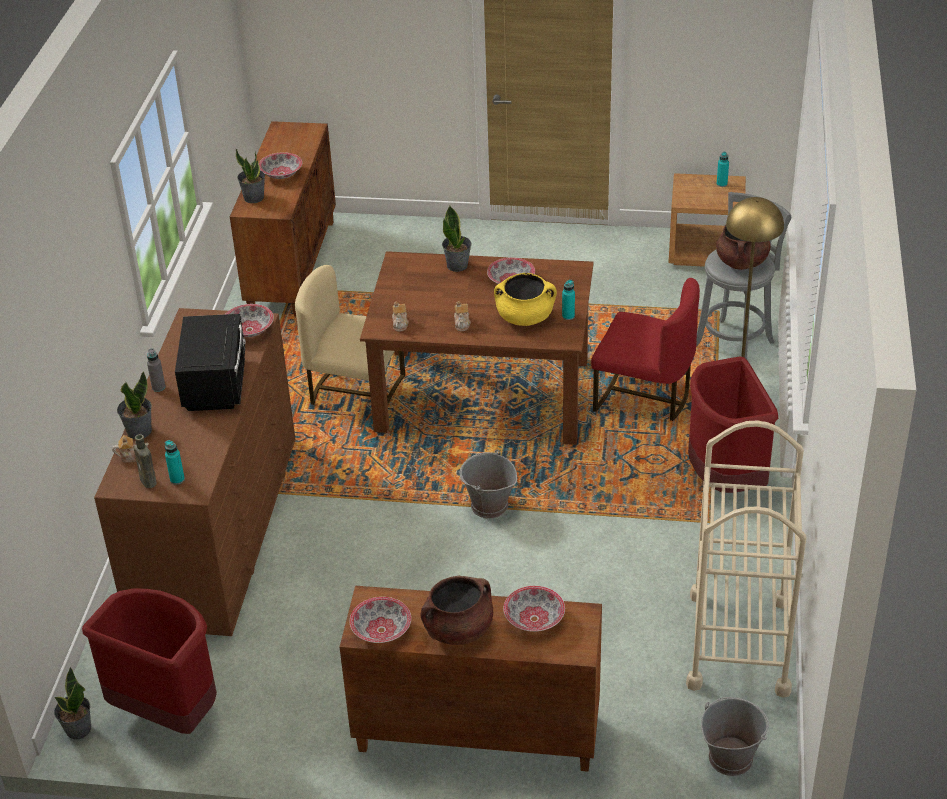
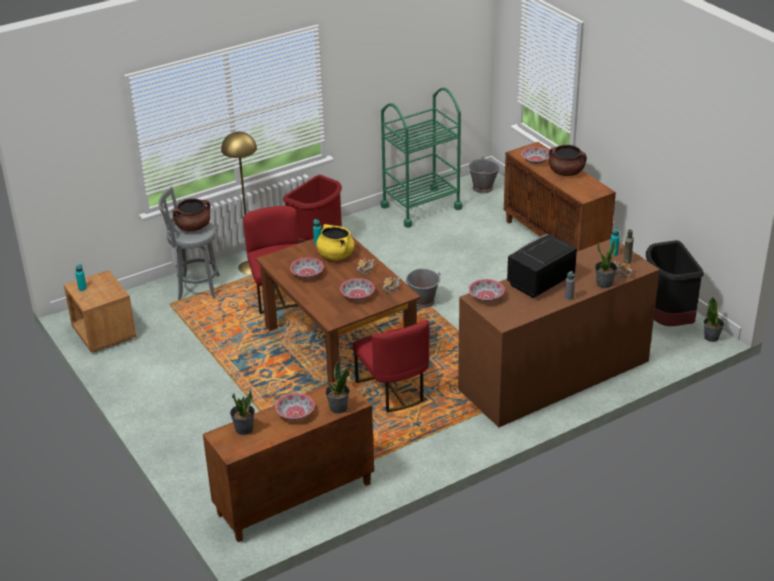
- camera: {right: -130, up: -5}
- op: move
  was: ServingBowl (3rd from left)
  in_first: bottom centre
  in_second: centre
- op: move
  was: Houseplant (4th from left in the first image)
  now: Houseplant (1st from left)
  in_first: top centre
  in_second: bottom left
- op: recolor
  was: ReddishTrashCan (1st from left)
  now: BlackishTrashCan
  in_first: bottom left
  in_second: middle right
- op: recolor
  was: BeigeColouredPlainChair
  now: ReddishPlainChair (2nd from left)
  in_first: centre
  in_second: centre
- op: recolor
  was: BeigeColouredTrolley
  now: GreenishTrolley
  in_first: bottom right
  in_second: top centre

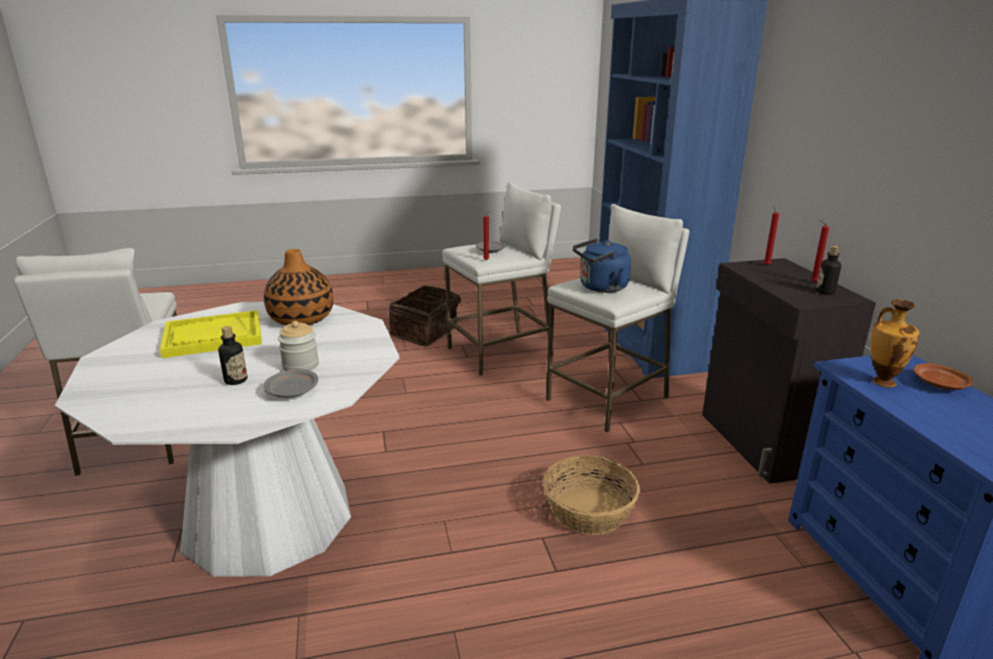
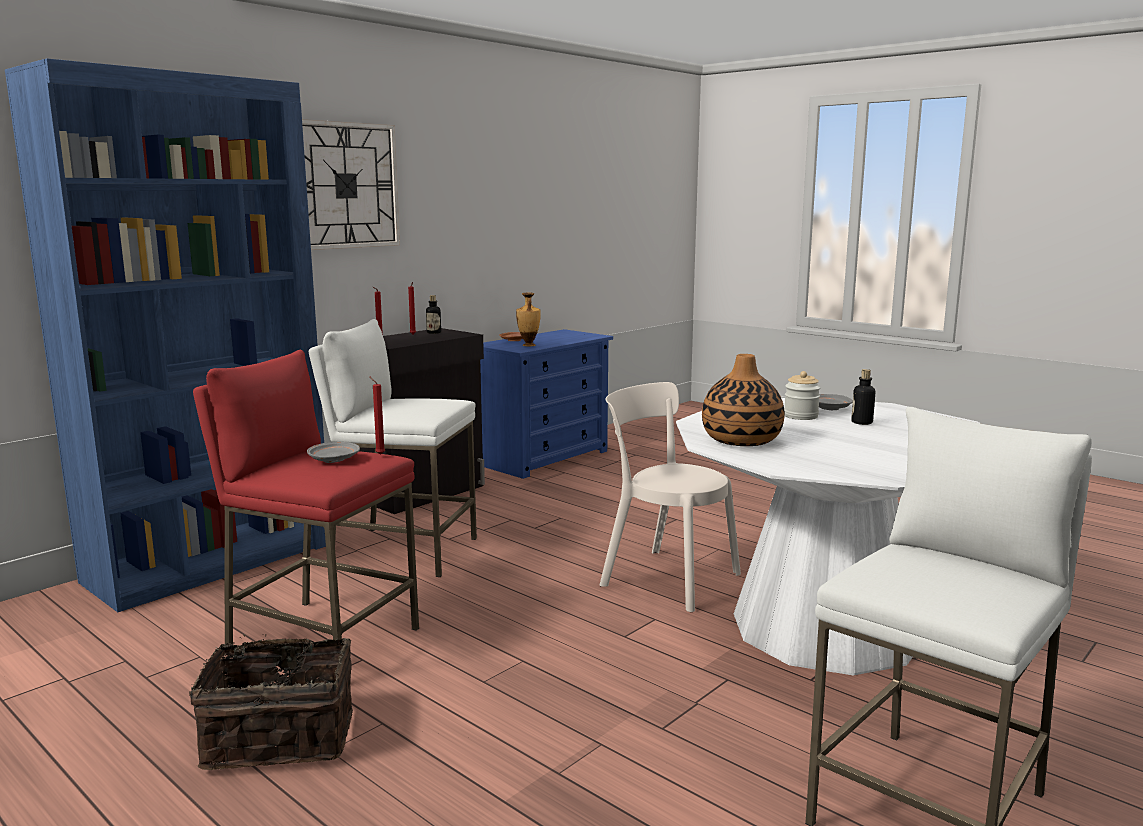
- camera: {right: -125, up: -10}
- op: delete
  was: YellowColouredTray
  in_first: middle left
- op: delete
  was: StorageBasket (2nd from left)
  in_first: bottom centre
- op: delete
  was: BluishTeaKettle
  in_first: centre
- op: insert
  now: WallClock
  in_second: top left
- op: insert
  now: BeigeColouredPlainChair
  in_second: centre
- op: recolor
  was: WhiteColouredStoolSeat (2nd from left)
  now: ReddishStoolSeat
  in_first: centre
  in_second: middle left

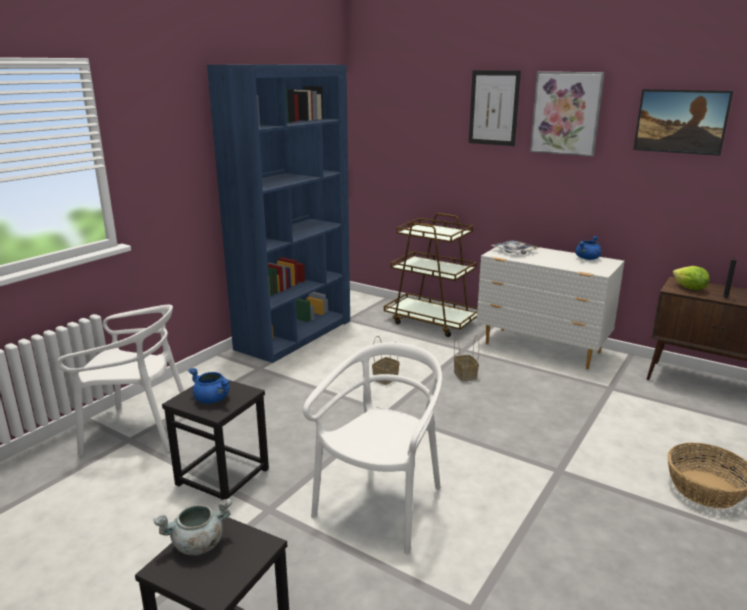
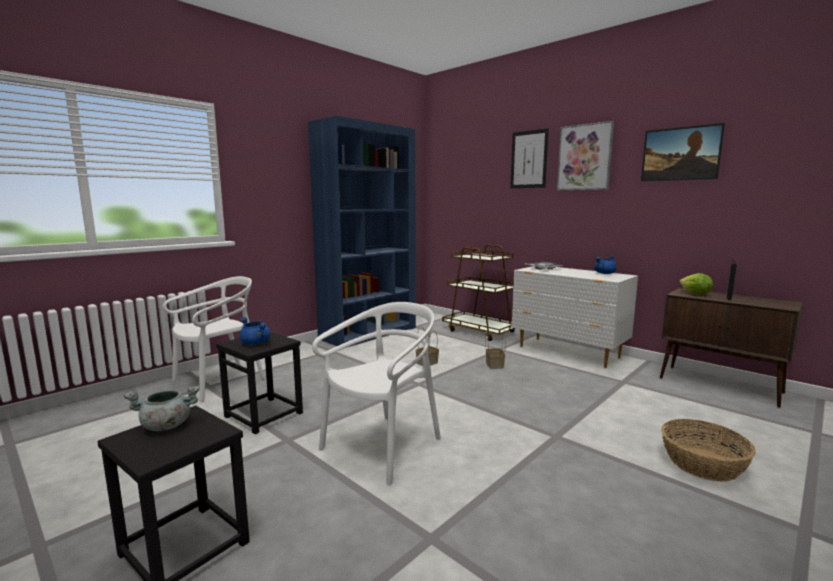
- camera: {right: 10, up: -10}
- op: rotate
  was: WhiteColouredPlainChair (1st from left)
  in_first: middle left
  in_second: middle left
  clockwise: -60

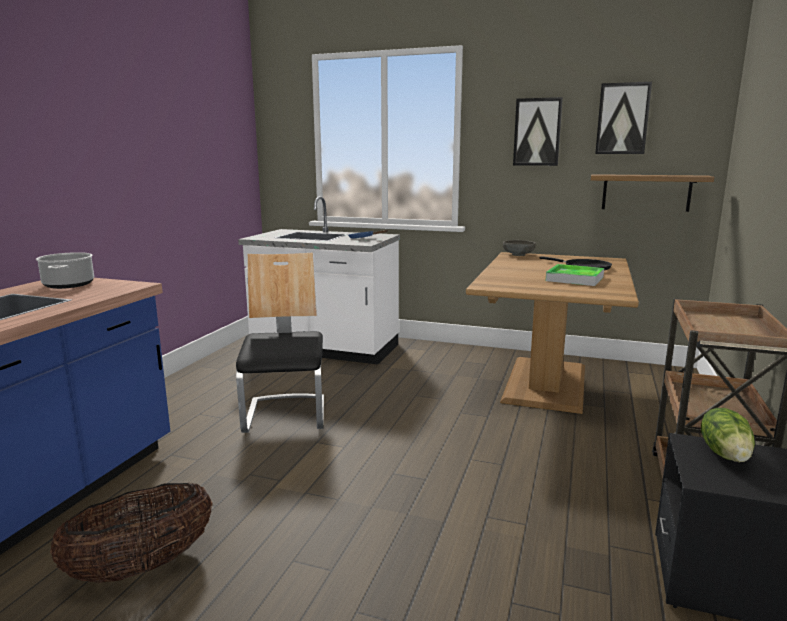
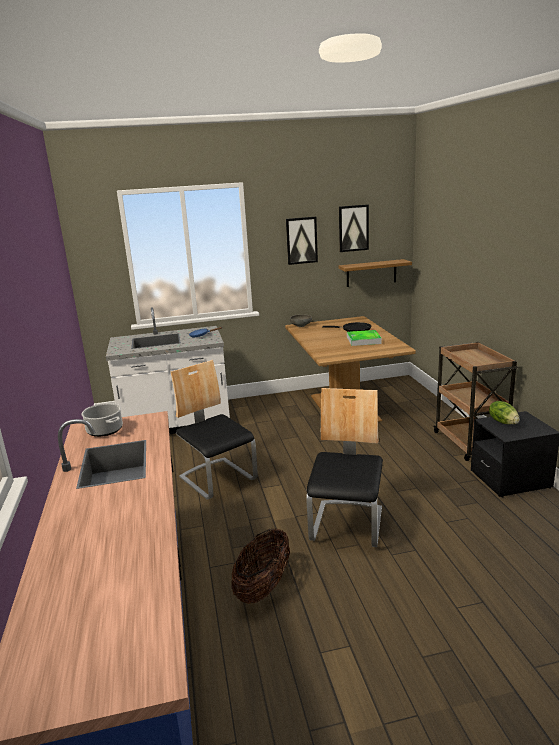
- camera: {right: -30, up: 5}
- op: insert
  now: PlainChair (2nd from left)
  in_second: centre

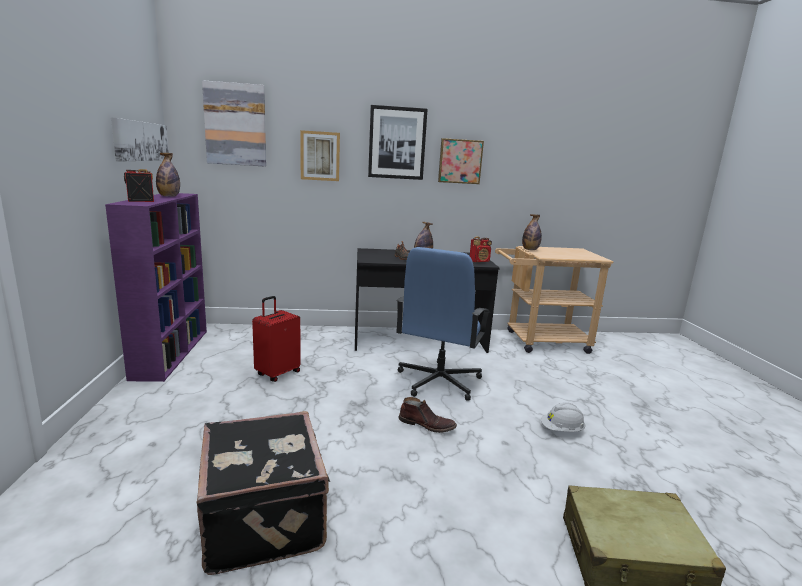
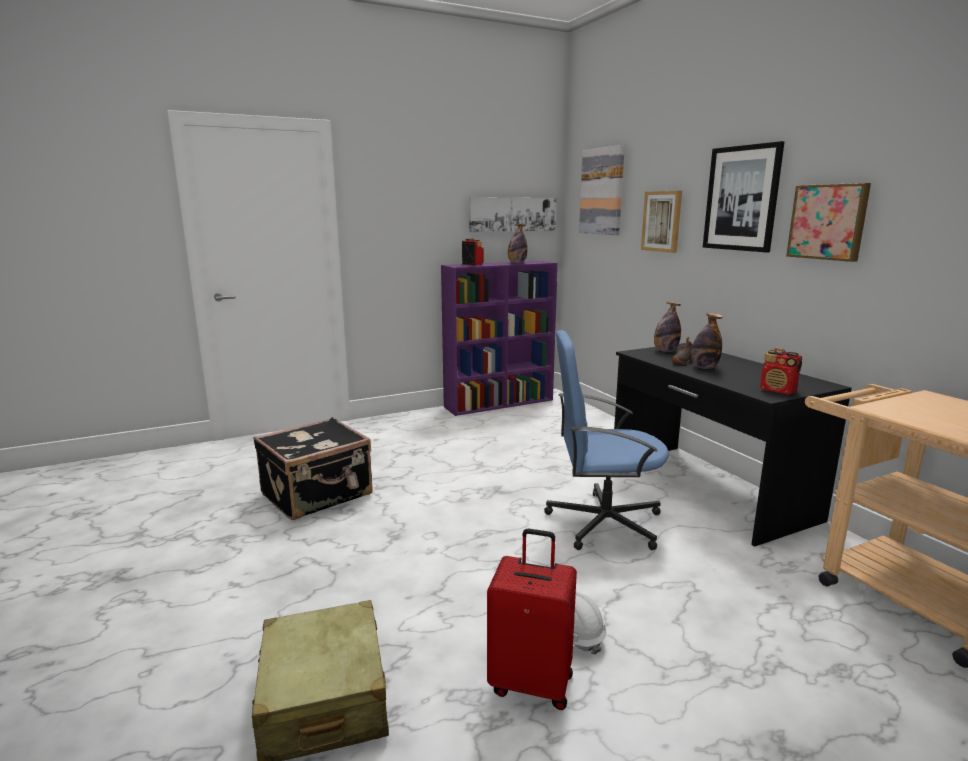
- camera: {right: 70, up: 0}
- op: delete
  was: BrownBoot
  in_first: bottom centre
- op: move
  was: ReddishPieceOfLuggage
  in_first: centre
  in_second: bottom centre
- op: move
  was: BeverageBottle (3rd from left in the first image)
  now: BeverageBottle (2nd from left)
  in_first: centre
  in_second: middle right

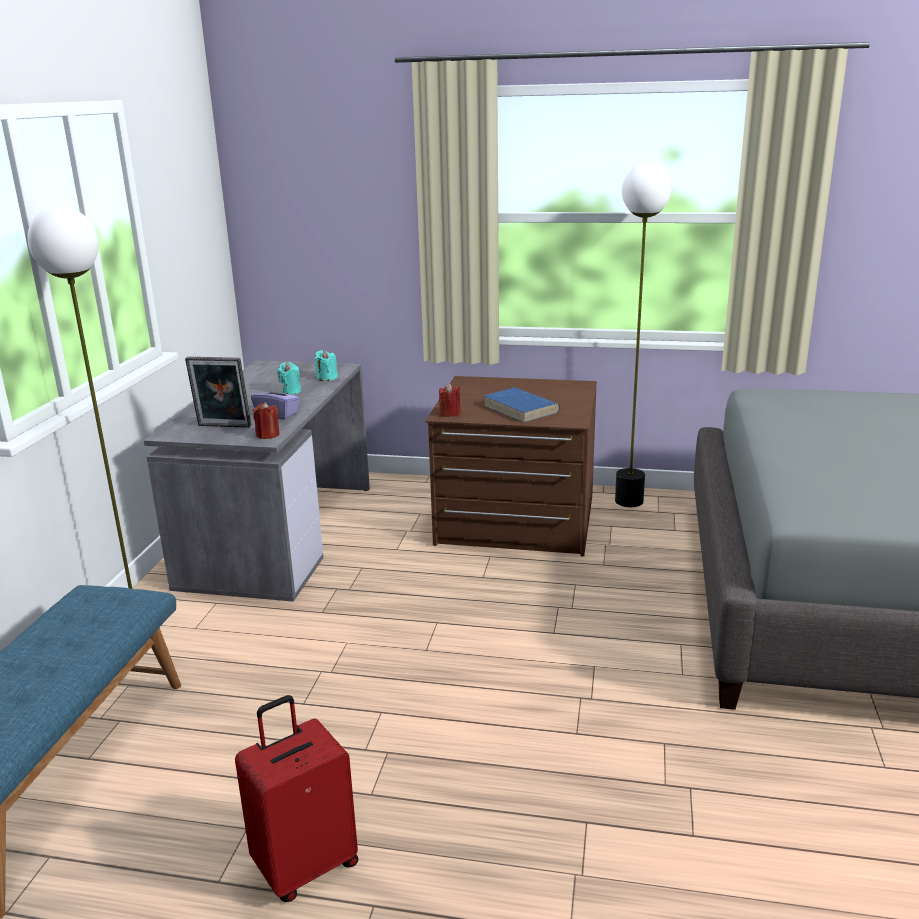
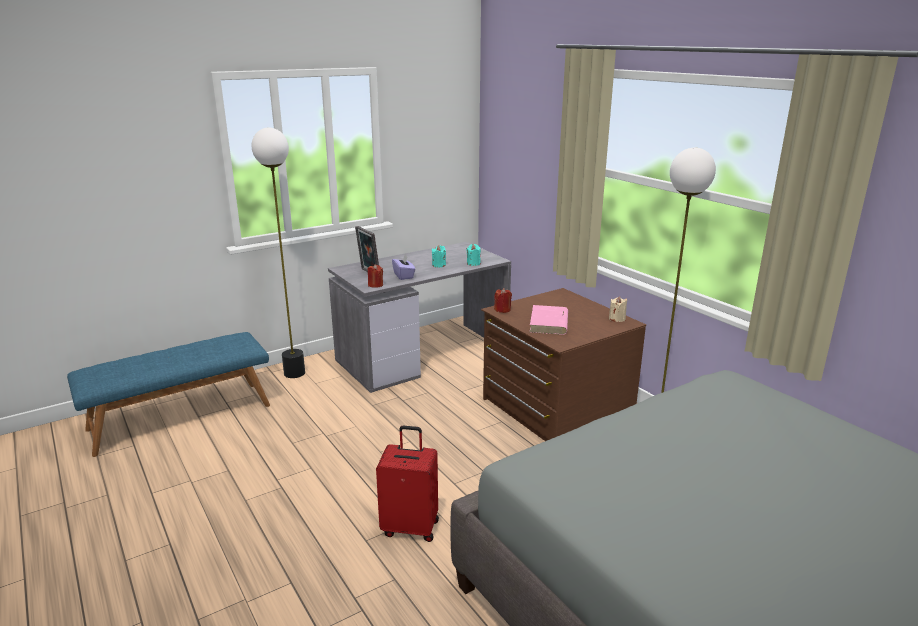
- camera: {right: 45, up: 0}
- op: insert
  now: BeigeColouredCandle
  in_second: middle right
- op: move
  was: ReddishPieceOfLuggage
  in_first: bottom left
  in_second: bottom centre
- op: recolor
  was: BluishVolume
  now: PinkishVolume
  in_first: centre
  in_second: centre

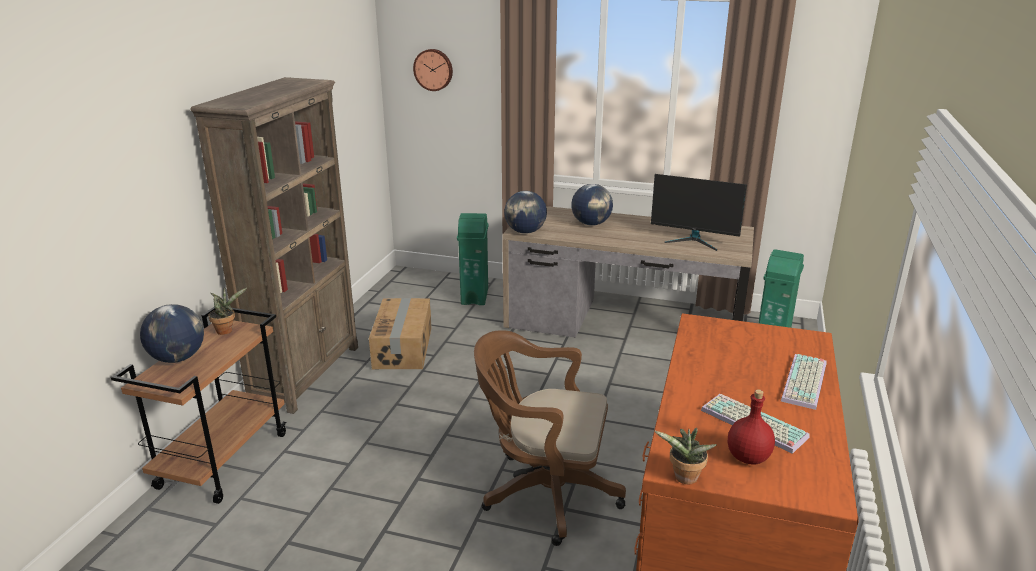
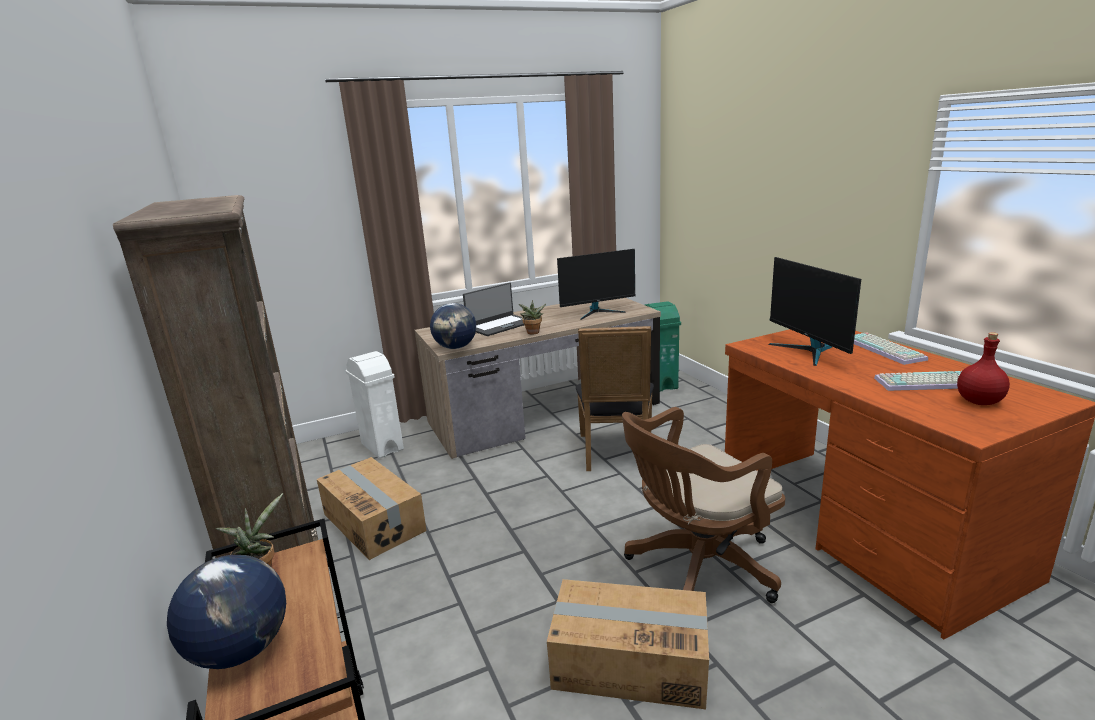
- camera: {right: -40, up: -5}
- op: delete
  was: WallClock
  in_first: top centre
- op: insert
  now: Carton (2nd from left)
  in_second: bottom centre
- op: insert
  now: BlackishPlainChair
  in_second: centre
- op: insert
  now: ComputerDisplay (2nd from left)
  in_second: middle right
- op: move
  was: Houseplant (2nd from left)
  in_first: bottom centre
  in_second: centre
- op: replace
  was: WorldGlobe (3rd from left)
  now: Laptop
  in_first: centre
  in_second: centre
- op: recolor
  was: GreenishTrashCan (1st from left)
  now: WhiteColouredTrashCan
  in_first: centre
  in_second: centre

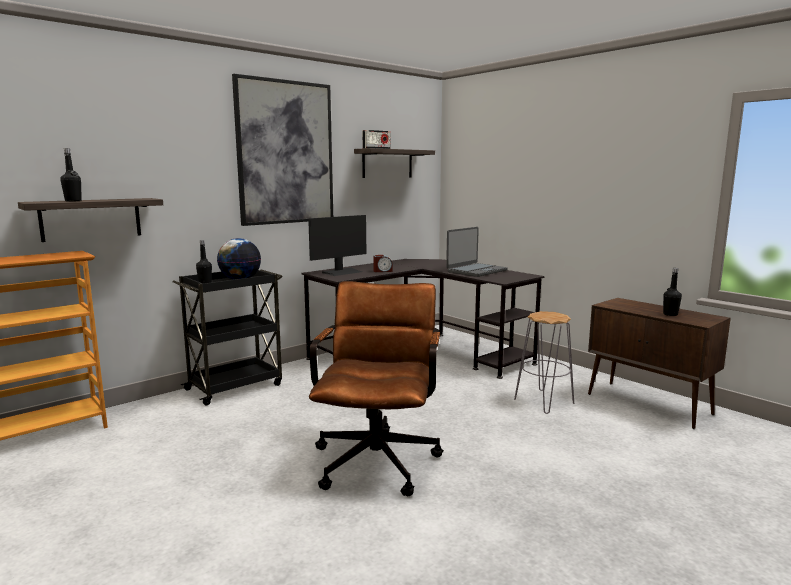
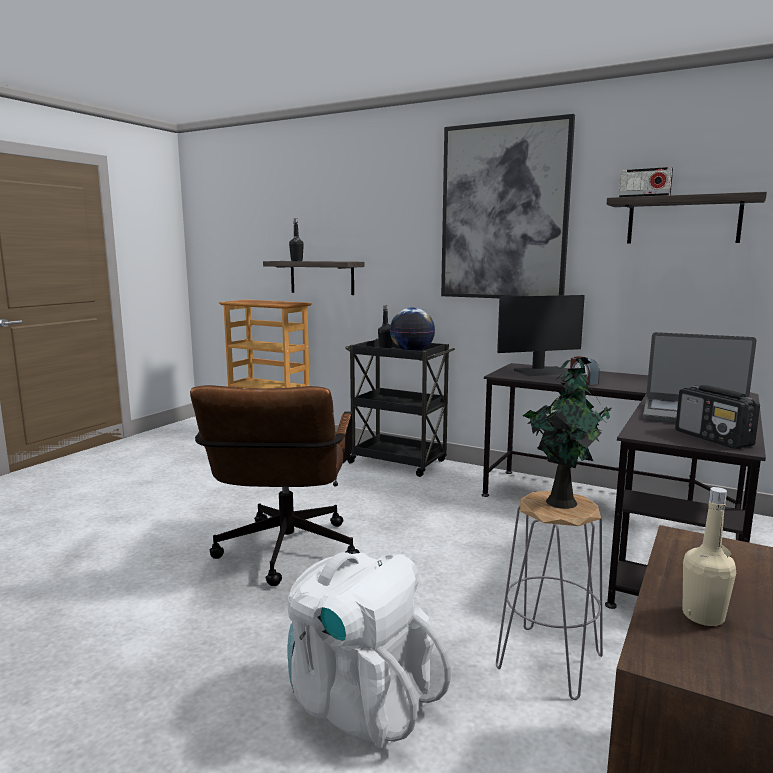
- camera: {right: 70, up: 0}
- op: insert
  now: WhiteColouredBackpack
  in_second: bottom centre
- op: insert
  now: Houseplant
  in_second: middle right
- op: insert
  now: RadioSet (2nd from left)
  in_second: middle right
- op: recolor
  was: BlackishBeverageBottle (3rd from left)
  now: BeigeColouredBeverageBottle
  in_first: middle right
  in_second: bottom right
- op: rotate
  was: ComputerDisplay
  in_first: centre
  in_second: middle right
  clockwise: -45
- op: rotate
  was: BrownDeskChair
  in_first: centre
  in_second: centre
  clockwise: 105

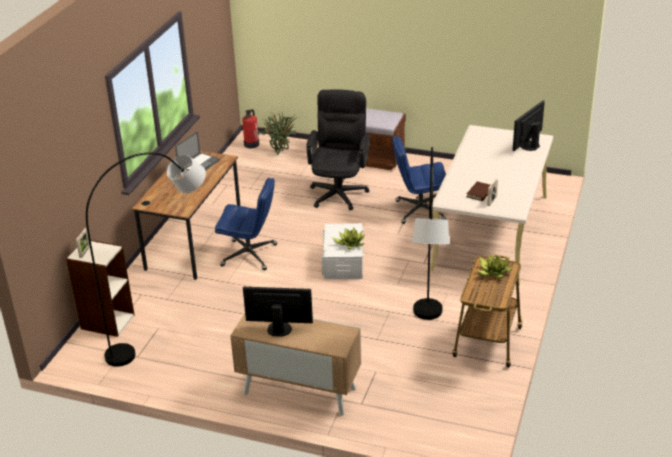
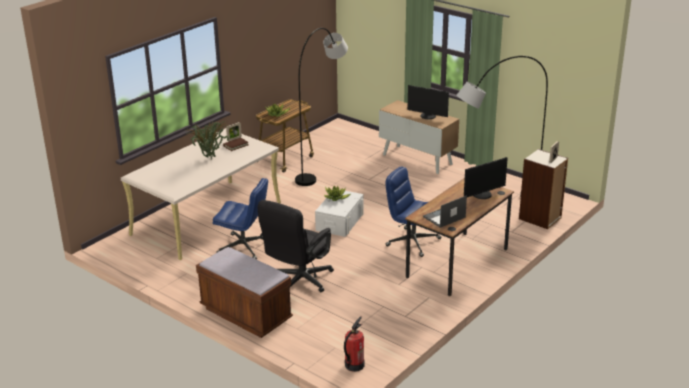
- camera: {right: -160, up: -5}
- op: move
  was: Houseplant (1st from left)
  in_first: top centre
  in_second: middle left
- op: move
  was: ComputerDisplay (2nd from left)
  in_first: top right
  in_second: middle right

